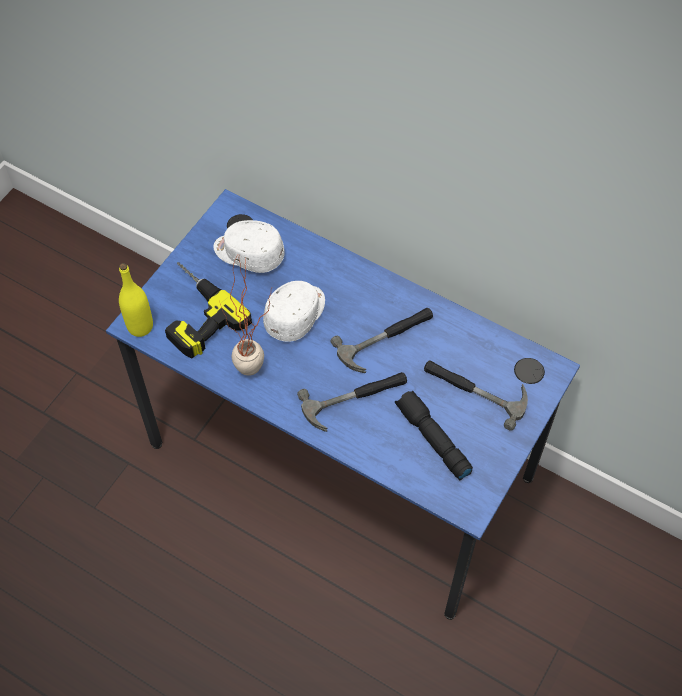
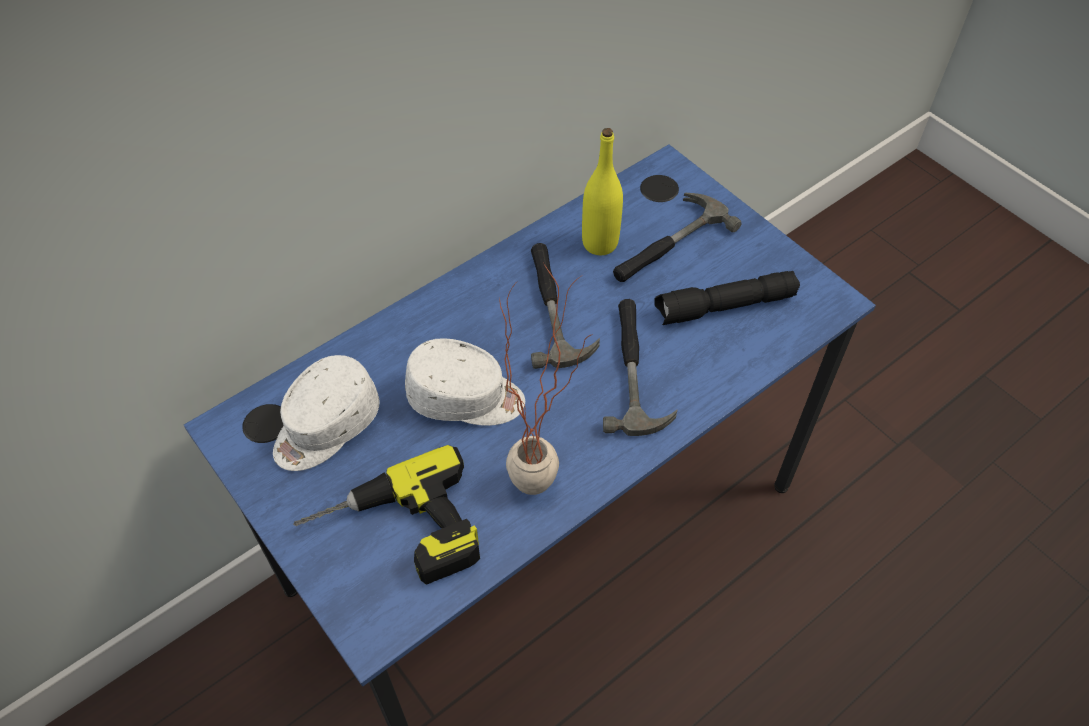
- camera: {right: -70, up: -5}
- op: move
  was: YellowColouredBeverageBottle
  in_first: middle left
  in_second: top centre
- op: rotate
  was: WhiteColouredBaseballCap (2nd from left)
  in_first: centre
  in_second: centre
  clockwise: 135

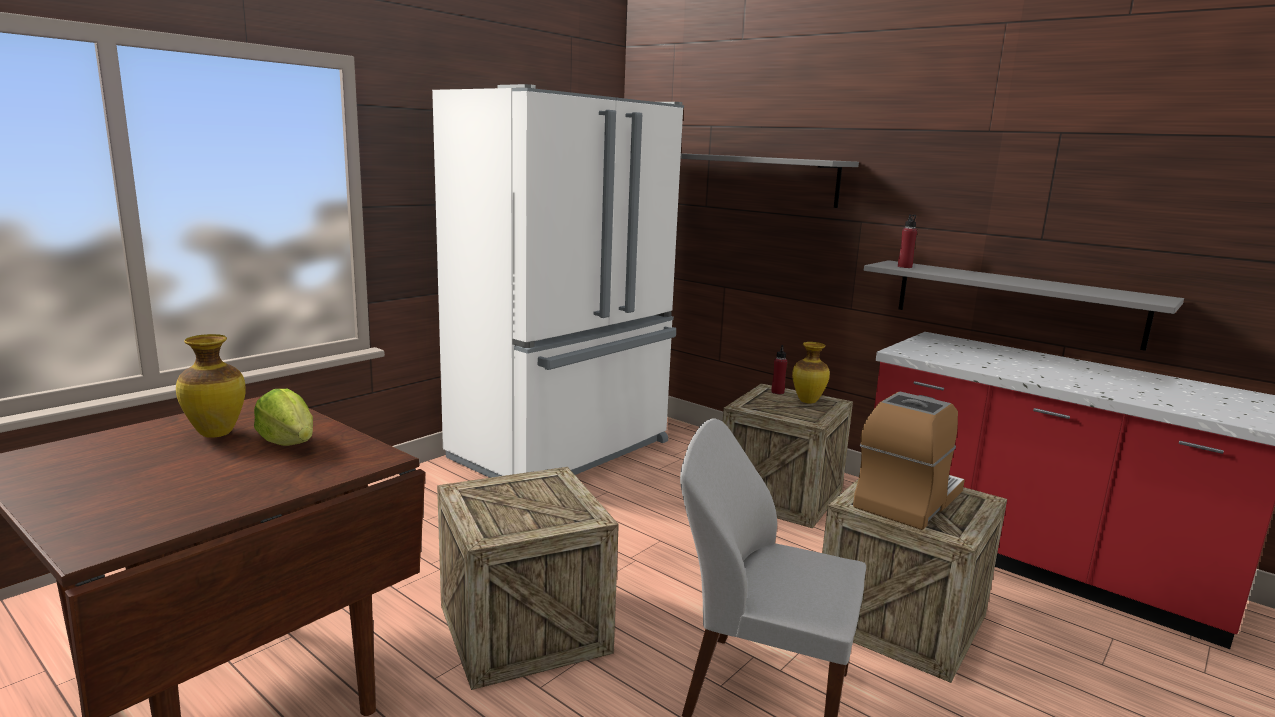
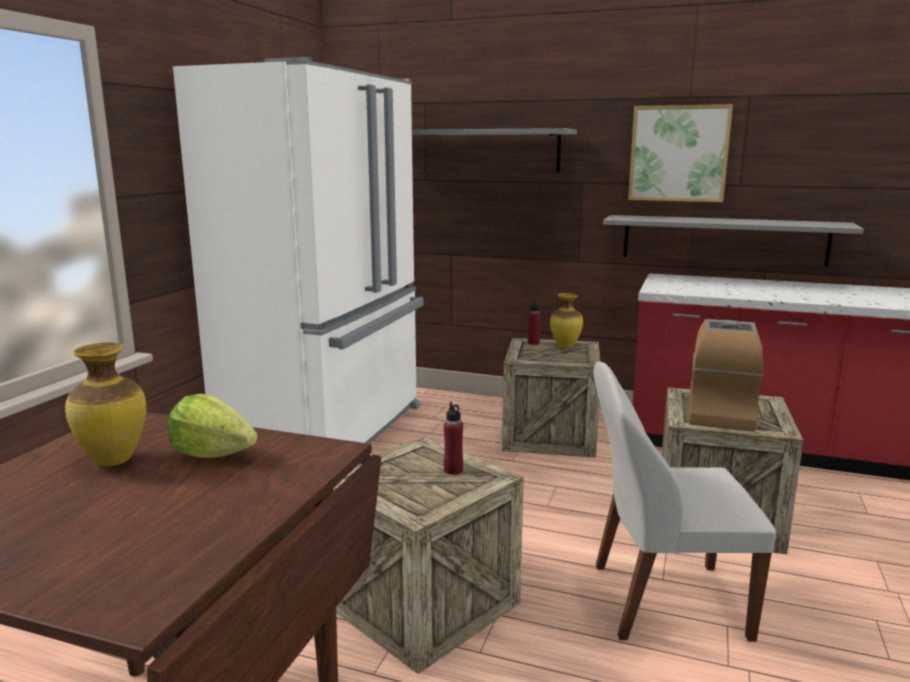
- camera: {right: -20, up: 0}
- op: insert
  now: Picture
  in_second: top right
- op: move
  was: ReddishBeverageBottle (2nd from left in the first image)
  now: ReddishBeverageBottle (1st from left)
  in_first: middle right
  in_second: centre

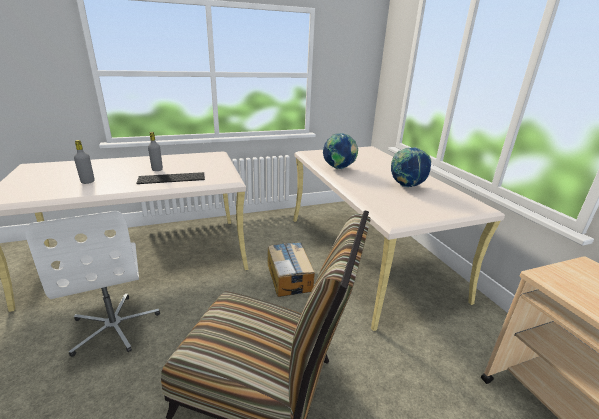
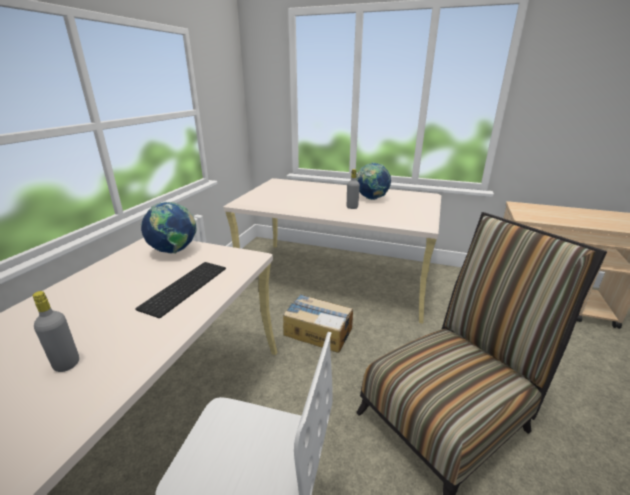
- camera: {right: -50, up: 0}
- op: move
  was: GreyishBeverageBottle (2nd from left)
  in_first: middle left
  in_second: centre
- op: move
  was: WorldGlobe (1st from left)
  in_first: centre
  in_second: middle left

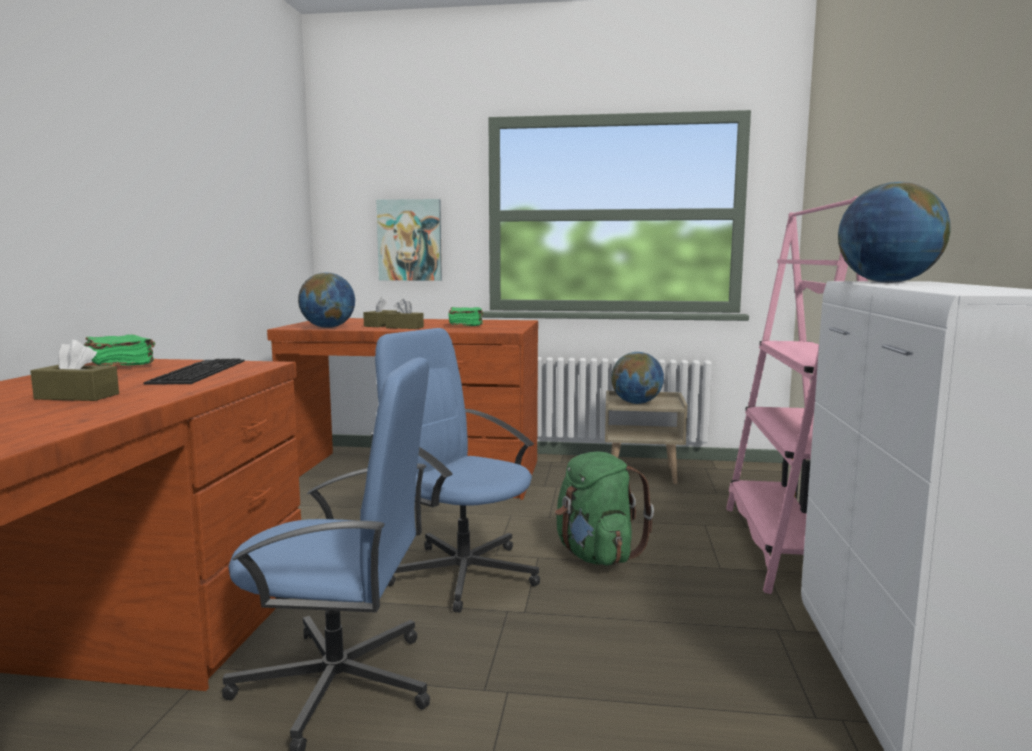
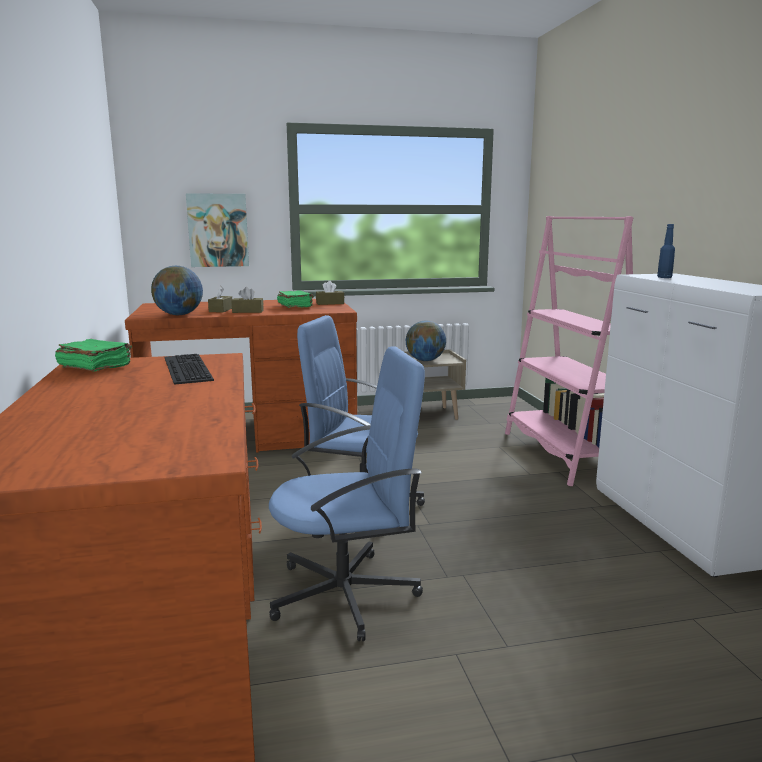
- camera: {right: -20, up: 5}
- op: delete
  was: GreenishBackpack
  in_first: bottom centre
- op: move
  was: BrownBoxOfTissues (1st from left in the first image)
  now: BrownBoxOfTissues (3rd from left)
  in_first: middle left
  in_second: centre
- op: replace
  was: WorldGlobe (3rd from left)
  now: BluishBeverageBottle
  in_first: top right
  in_second: top right

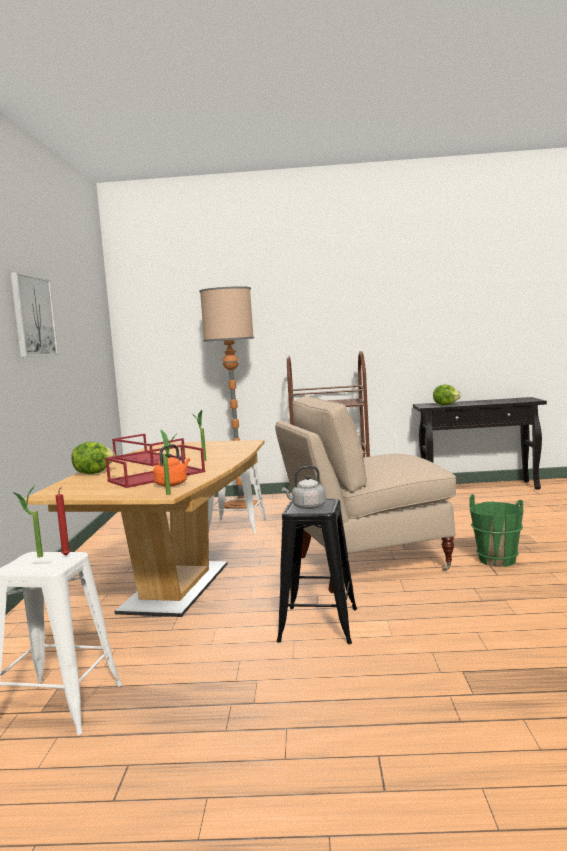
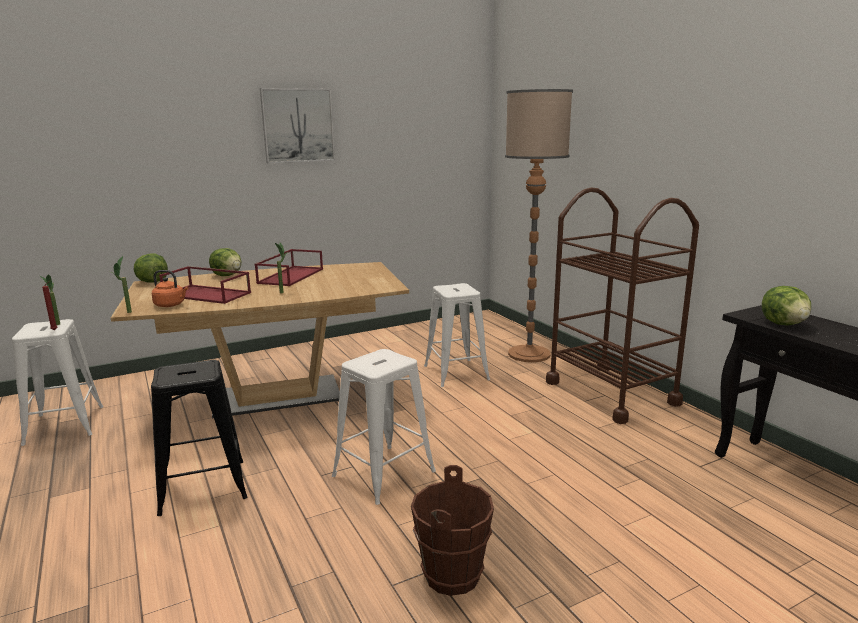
- camera: {right: 60, up: 10}
- op: delete
  was: GreyishTeaKettle
  in_first: centre
- op: insert
  now: Lettuce (1st from left)
  in_second: middle left
- op: replace
  was: BeigeColouredPlainChair
  now: WhiteColouredStoolSeat (2nd from left)
  in_first: centre
  in_second: bottom centre
- op: recolor
  was: GreenishPail
  now: BrownPail
  in_first: middle right
  in_second: bottom centre

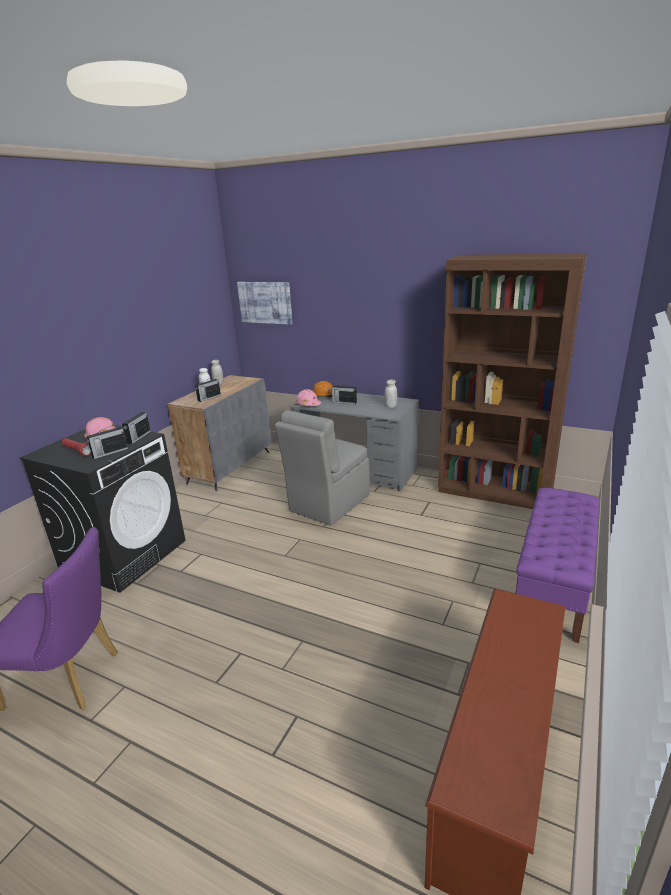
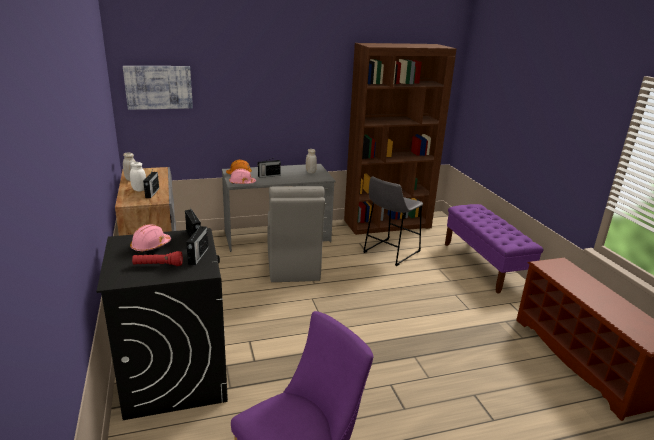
- camera: {right: -45, up: 0}
- op: insert
  now: GreyishStoolSeat
  in_second: centre

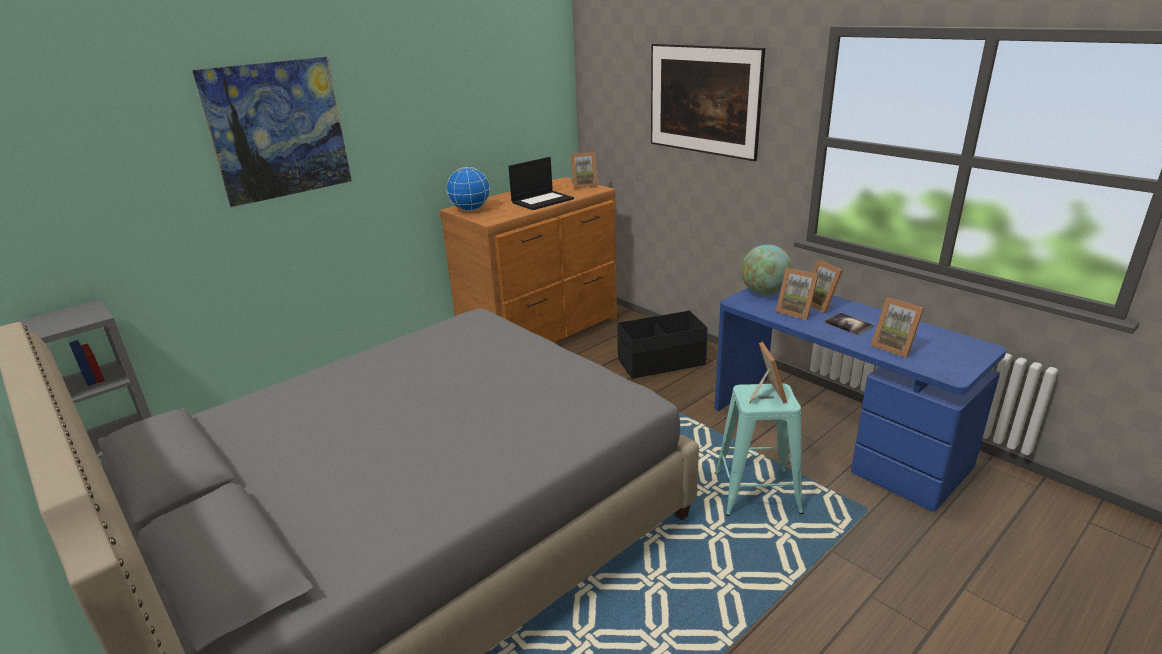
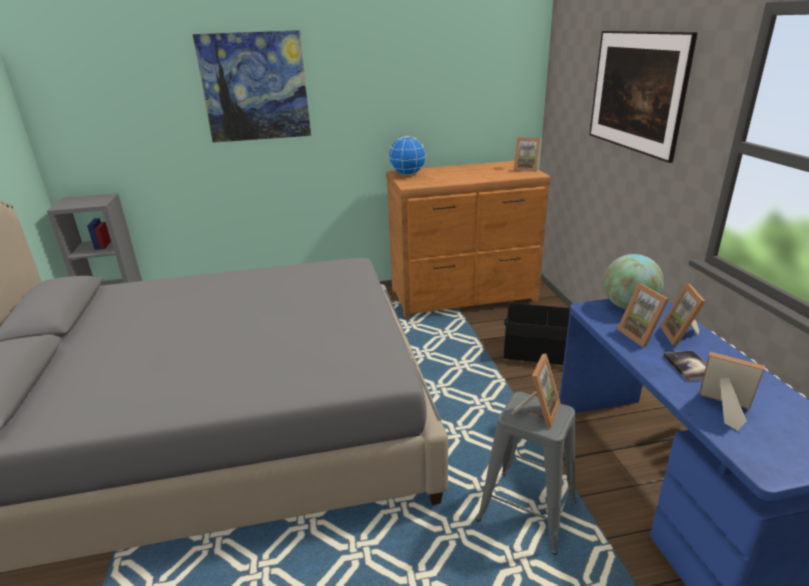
- camera: {right: 30, up: 0}
- op: delete
  was: Laptop
  in_first: top centre
- op: recolor
  was: TurquoiseColouredStoolSeat
  now: GreyishStoolSeat
  in_first: bottom centre
  in_second: bottom centre
- op: rotate
  was: PhotoFrame (5th from left)
  in_first: middle right
  in_second: bottom right
  clockwise: 135

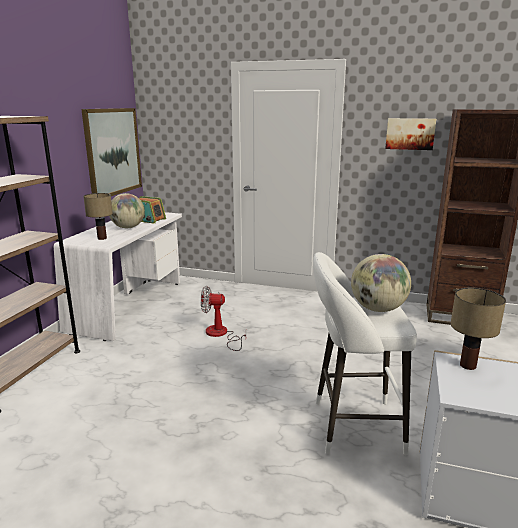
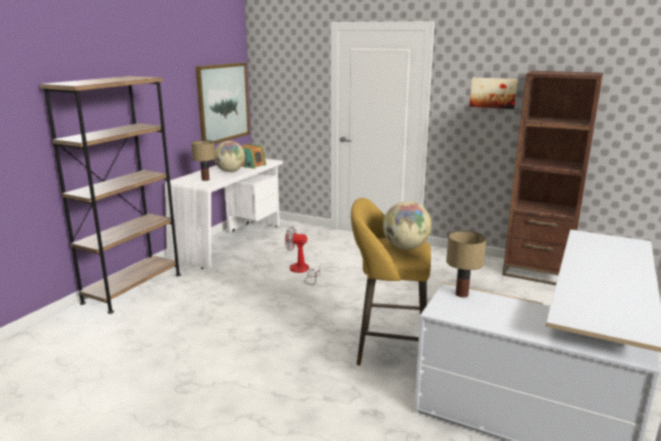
- camera: {right: 10, up: 0}
- op: recolor
  was: WhiteColouredStoolSeat
  now: YellowColouredStoolSeat
  in_first: bottom right
  in_second: centre

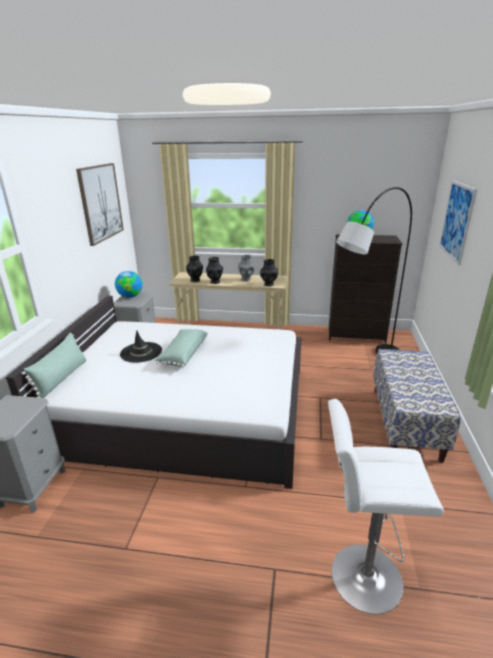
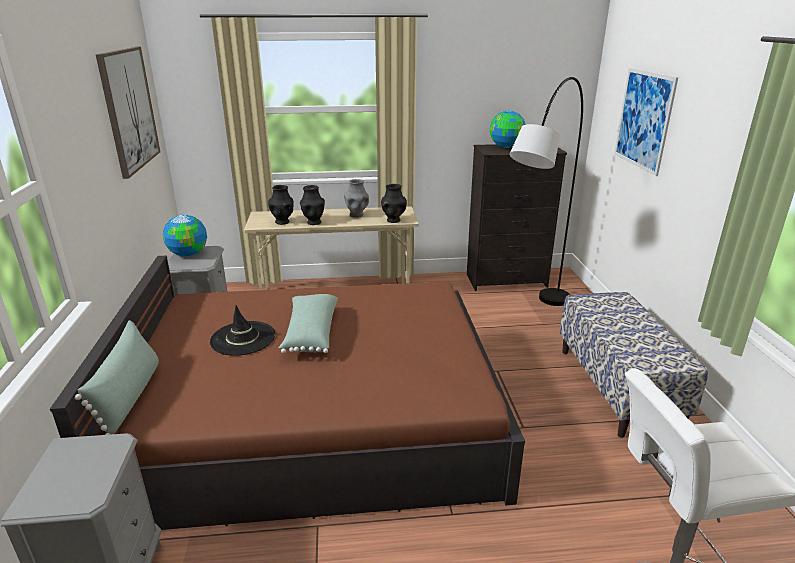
- camera: {right: -15, up: 0}
- op: recolor
  was: WhiteColouredSleepingBed
  now: BrownSleepingBed
  in_first: middle left
  in_second: bottom centre

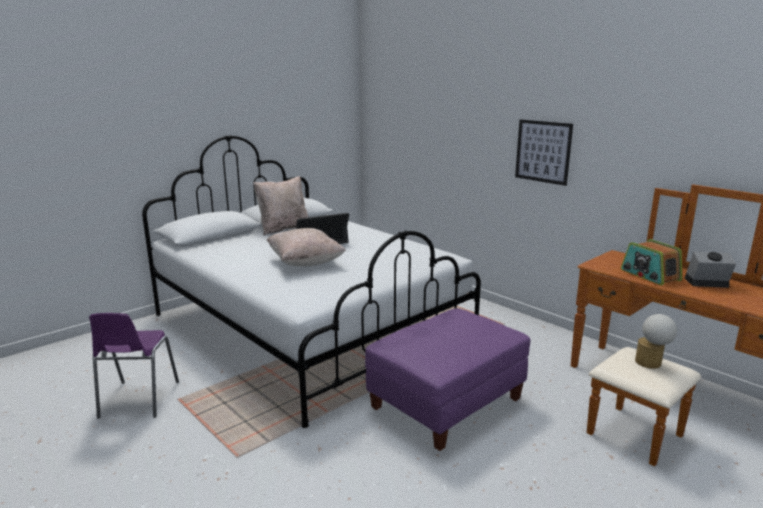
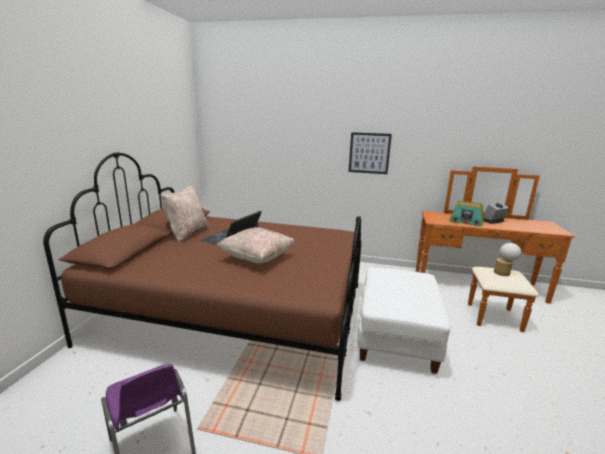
- camera: {right: -35, up: 0}
- op: recolor
  was: WhiteColouredSleepingBed
  now: BrownSleepingBed
  in_first: centre
  in_second: centre
- op: recolor
  was: PurpleOttoman
  now: WhiteColouredOttoman
  in_first: bottom centre
  in_second: bottom centre

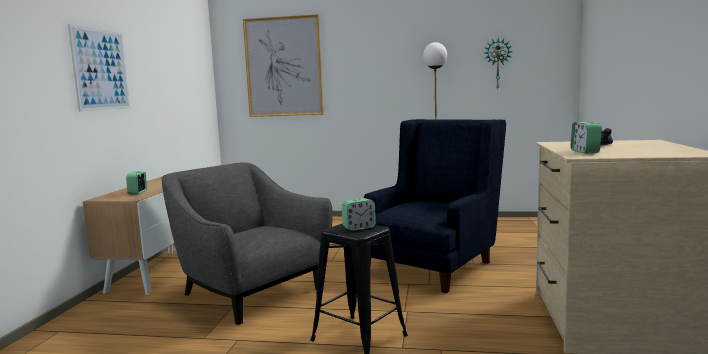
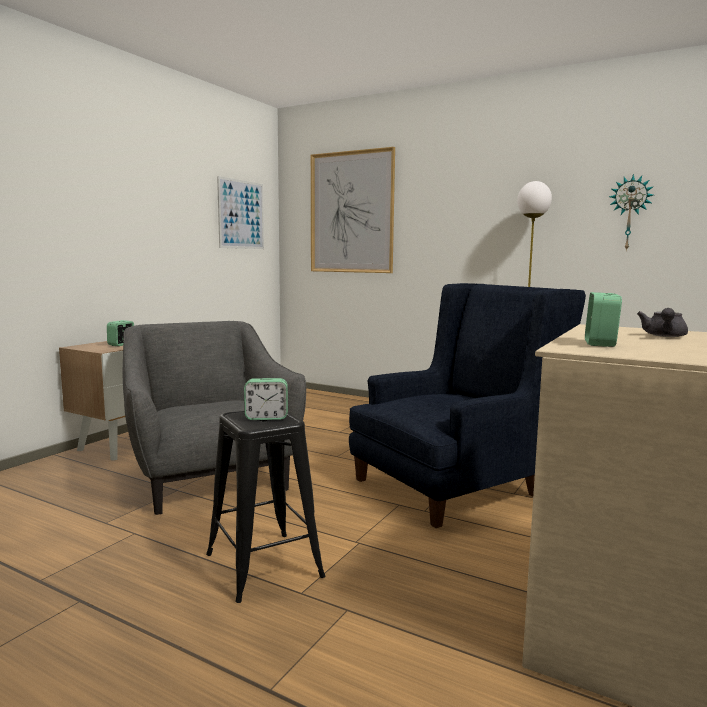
- camera: {right: 20, up: 0}
- op: move
  was: Picture (1st from left)
  in_first: top left
  in_second: top centre

